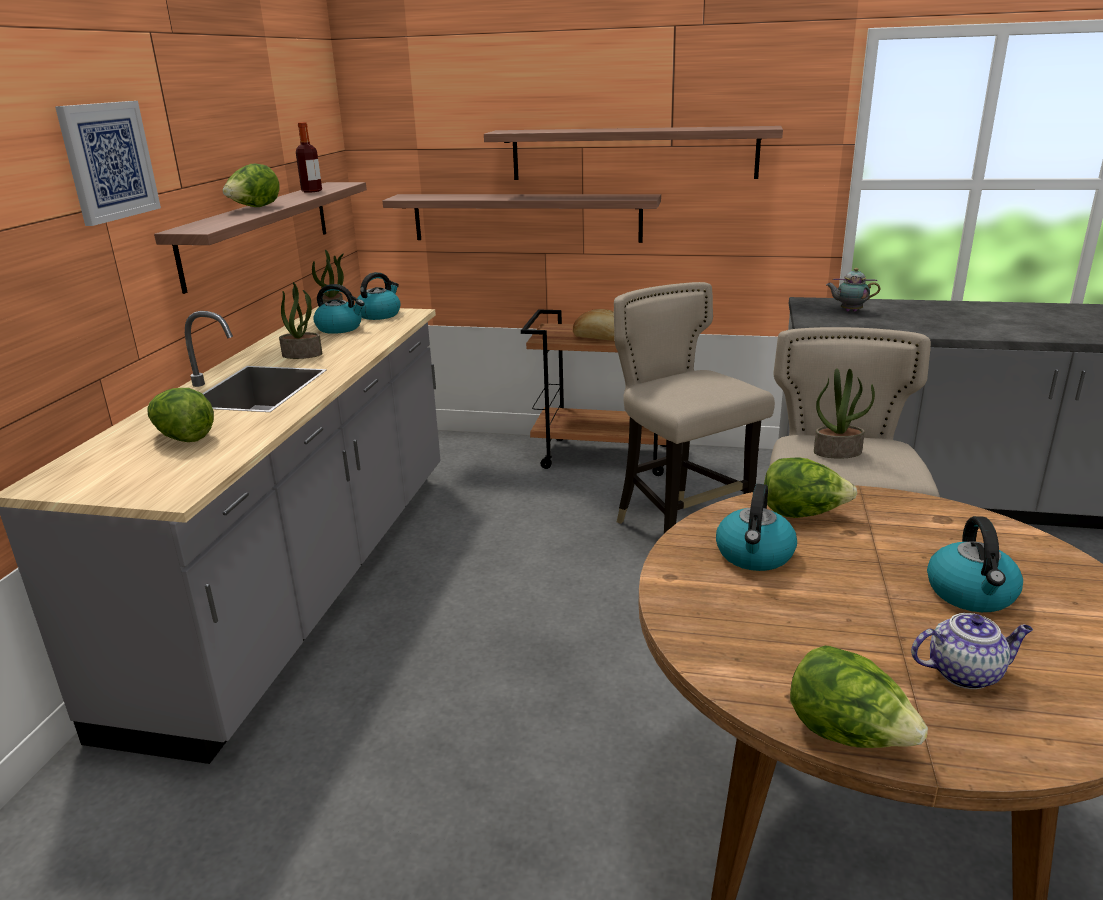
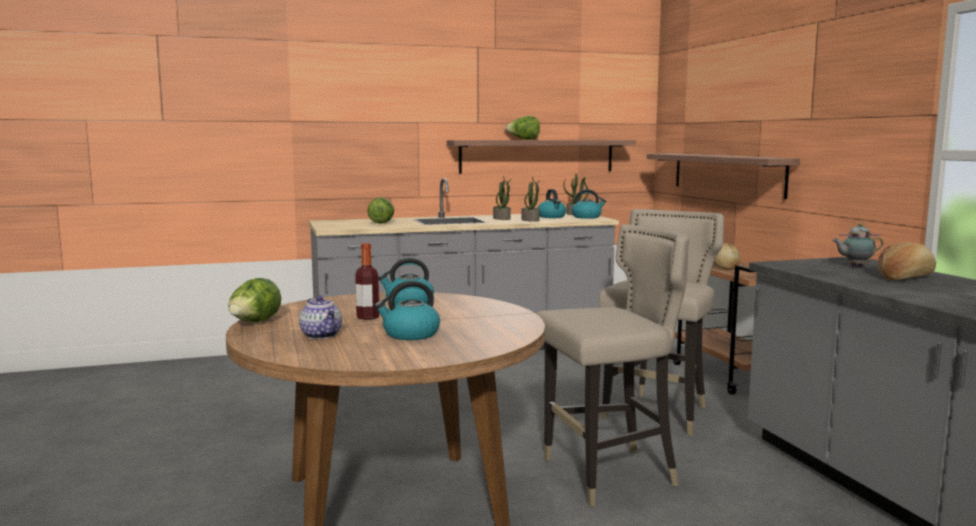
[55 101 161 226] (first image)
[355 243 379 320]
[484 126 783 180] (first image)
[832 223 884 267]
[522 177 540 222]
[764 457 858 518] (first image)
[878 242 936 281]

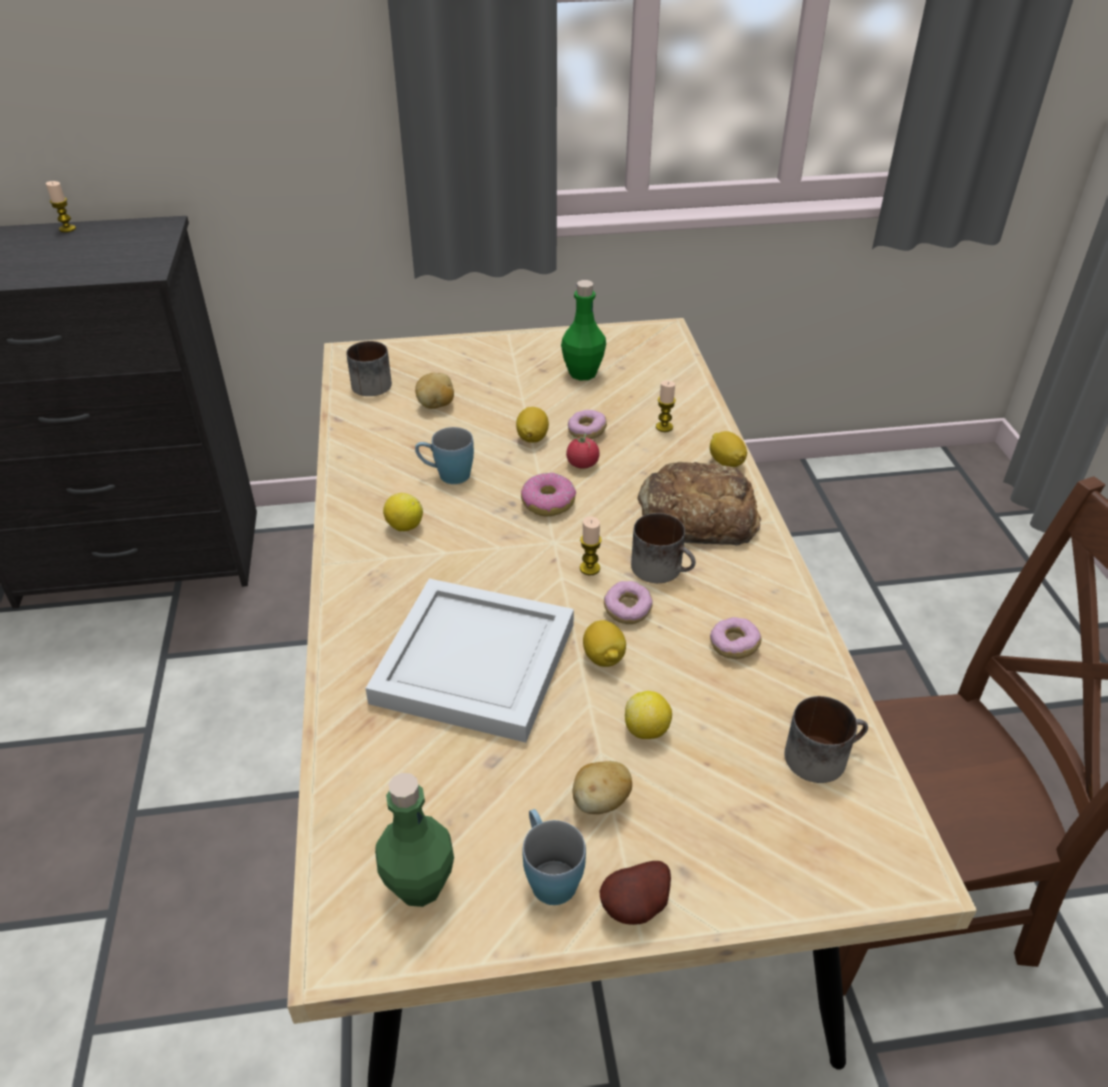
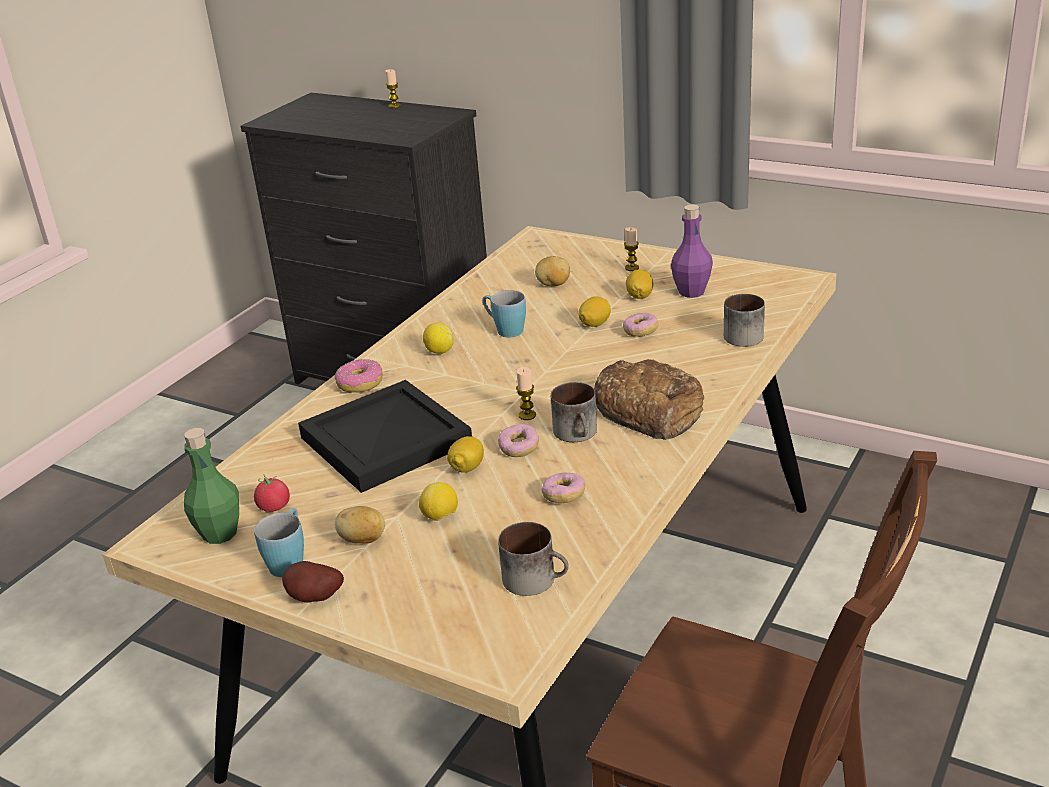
[671 205 713 298]
[724 294 765 347]
[624 227 639 271]
[626 270 653 299]
[254 474 290 512]
[335 359 383 393]
[298 380 472 493]

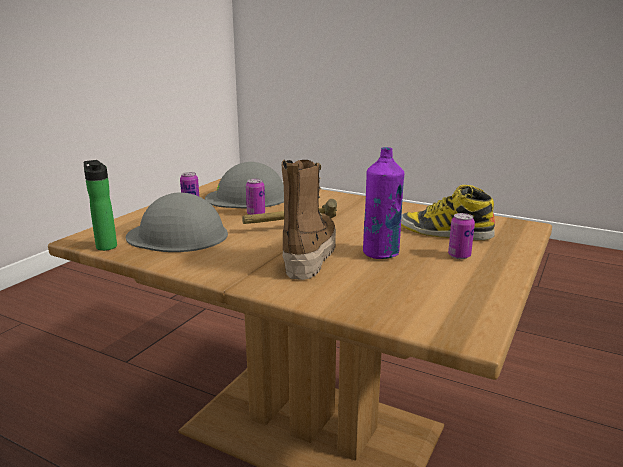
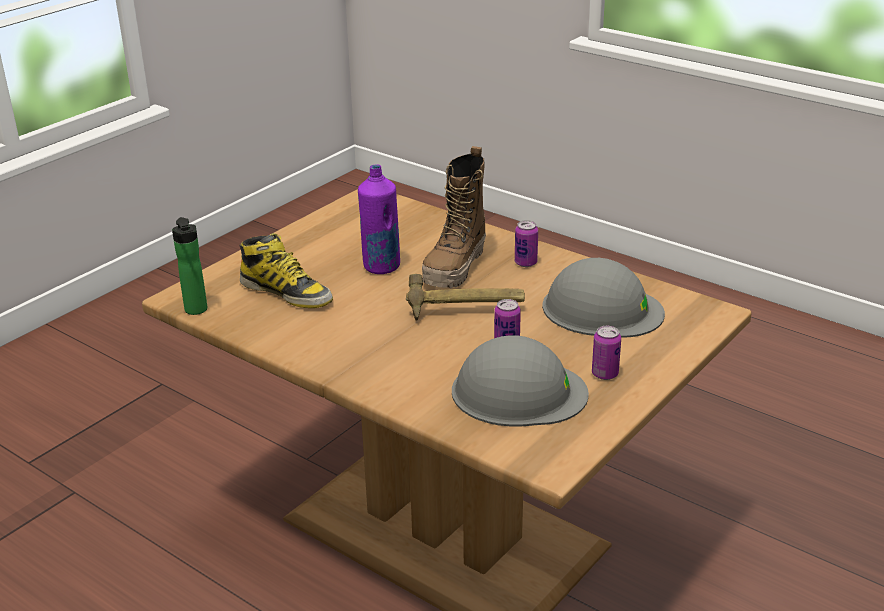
[172 217 207 315]
[515 220 538 267]

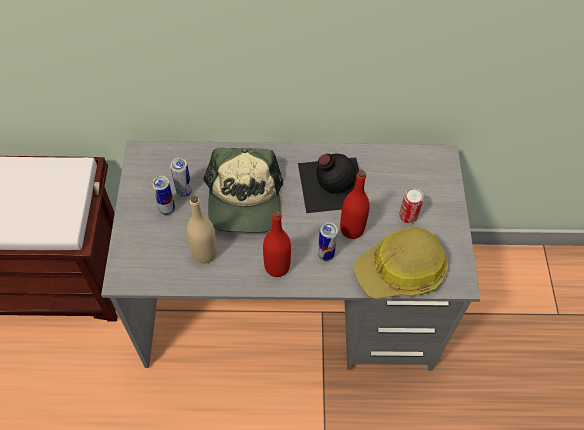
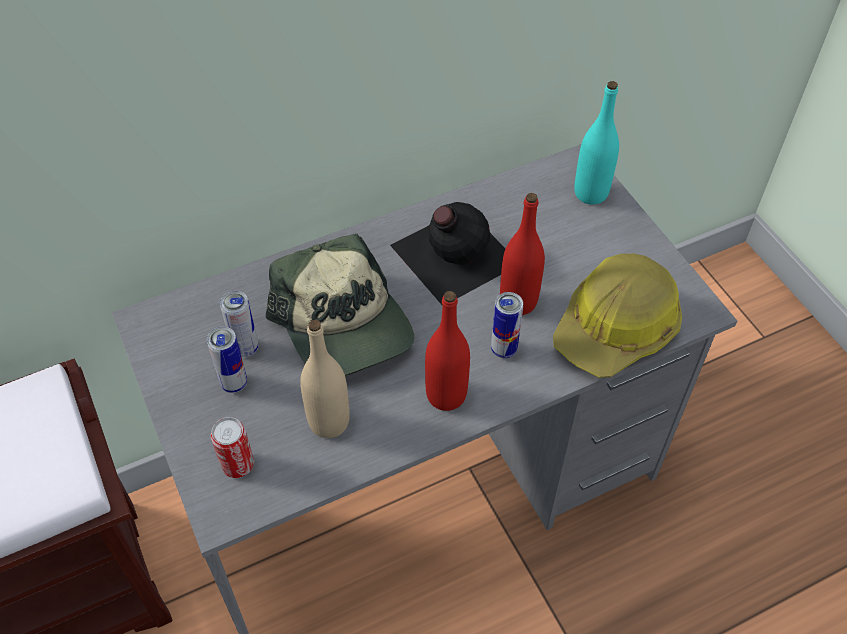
[211 417 254 478]
[574 81 619 204]

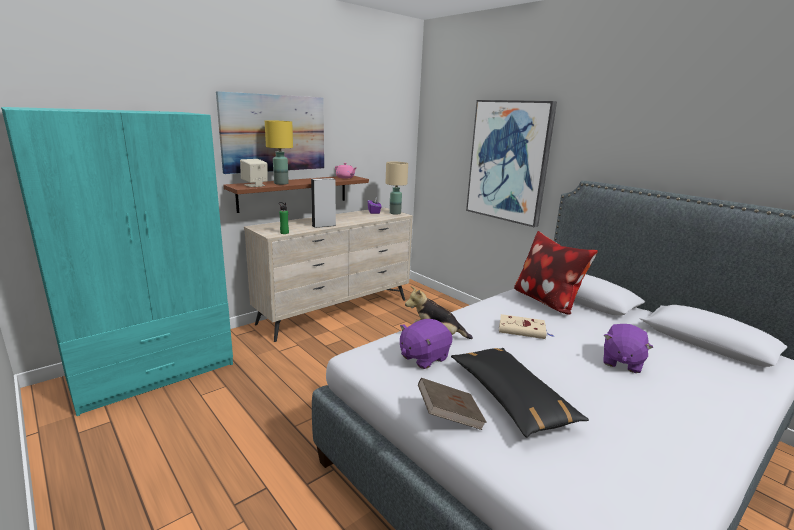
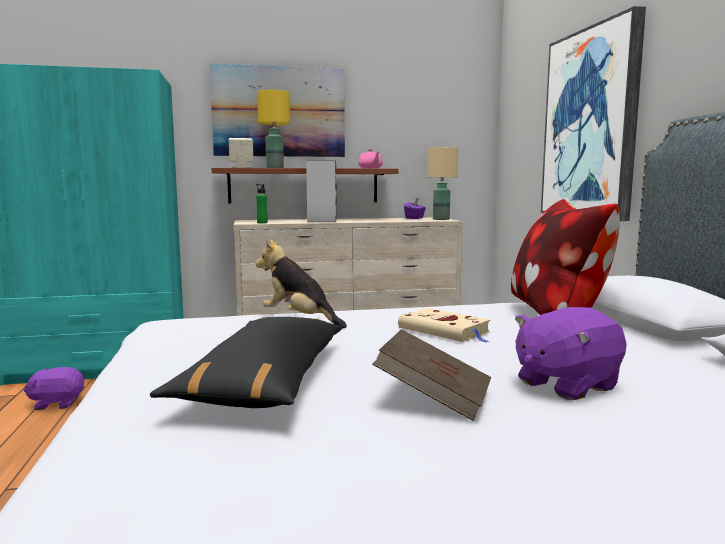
[24 367 84 410]
[372 329 491 421]

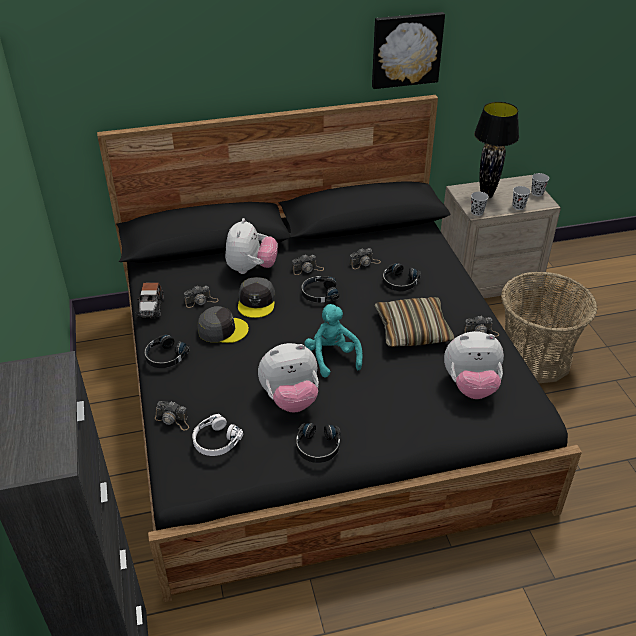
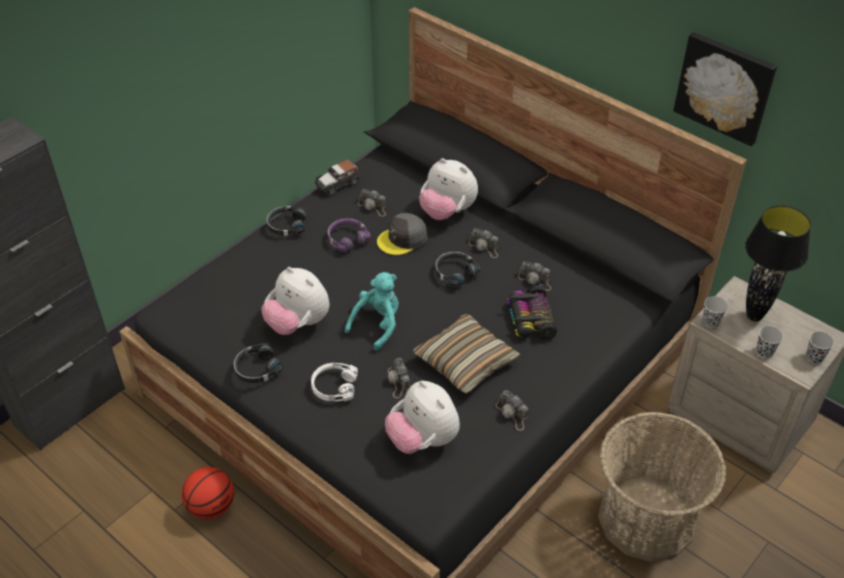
[419 158 478 220]
[507 284 557 340]
[328 218 371 252]
[388 358 410 398]
[311 363 358 401]
[182 467 234 519]

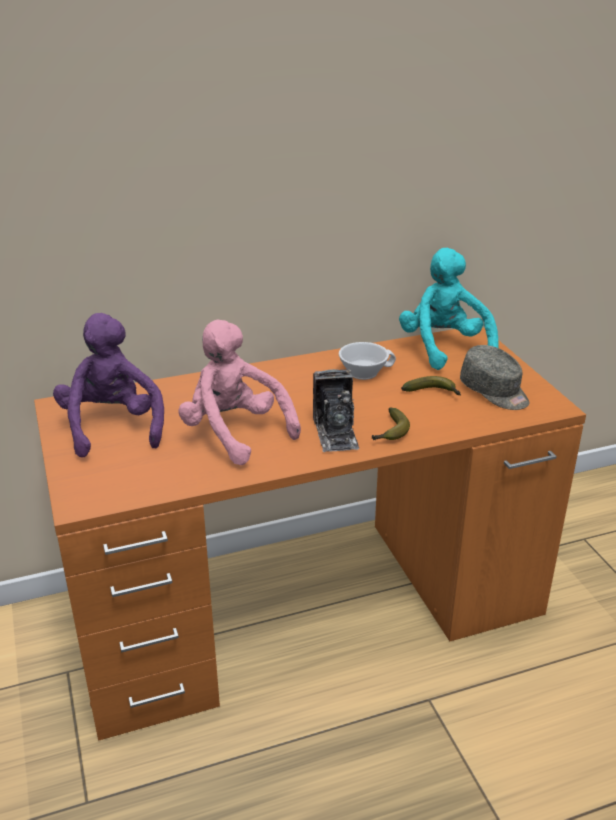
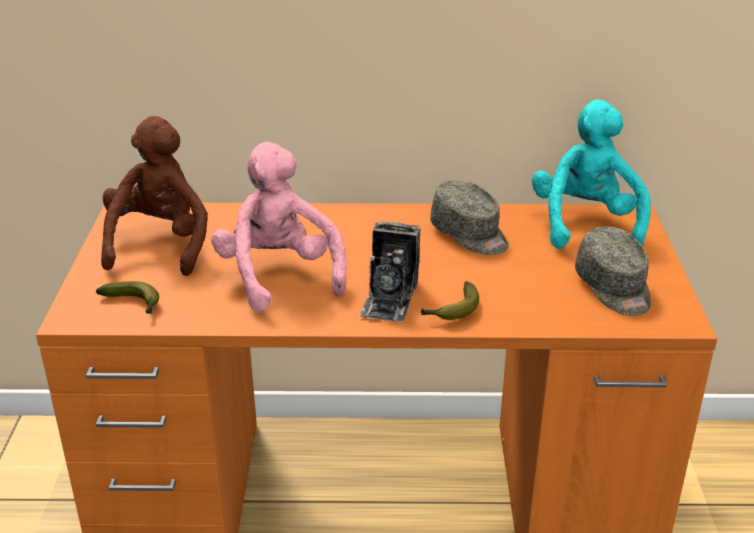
[101 116 208 276]
[430 180 509 255]
[96 281 159 314]

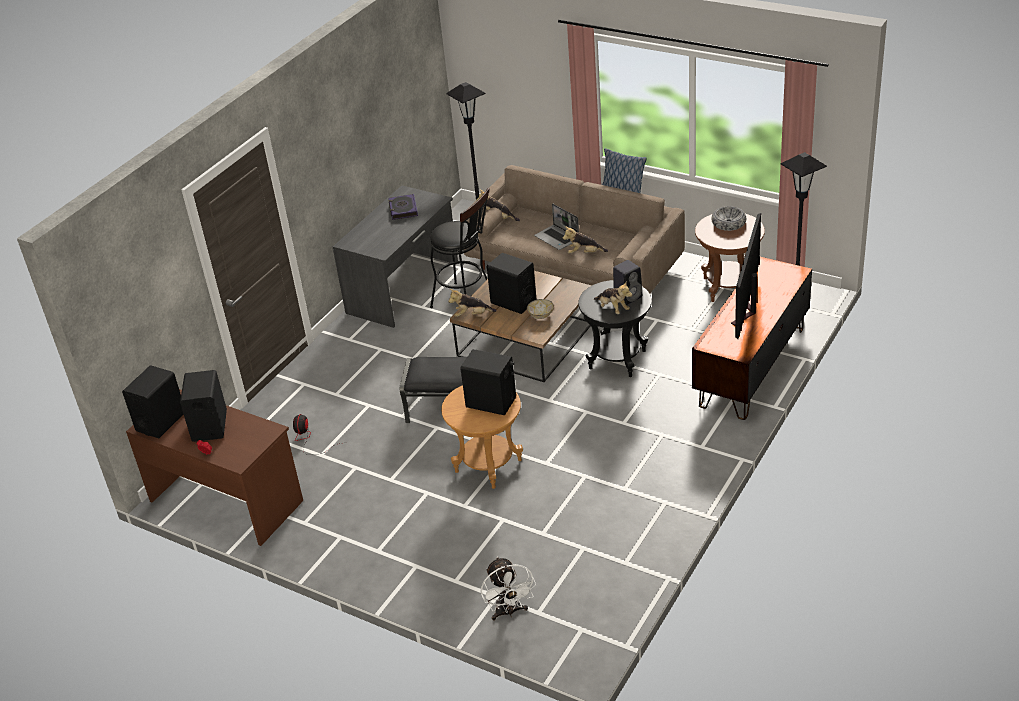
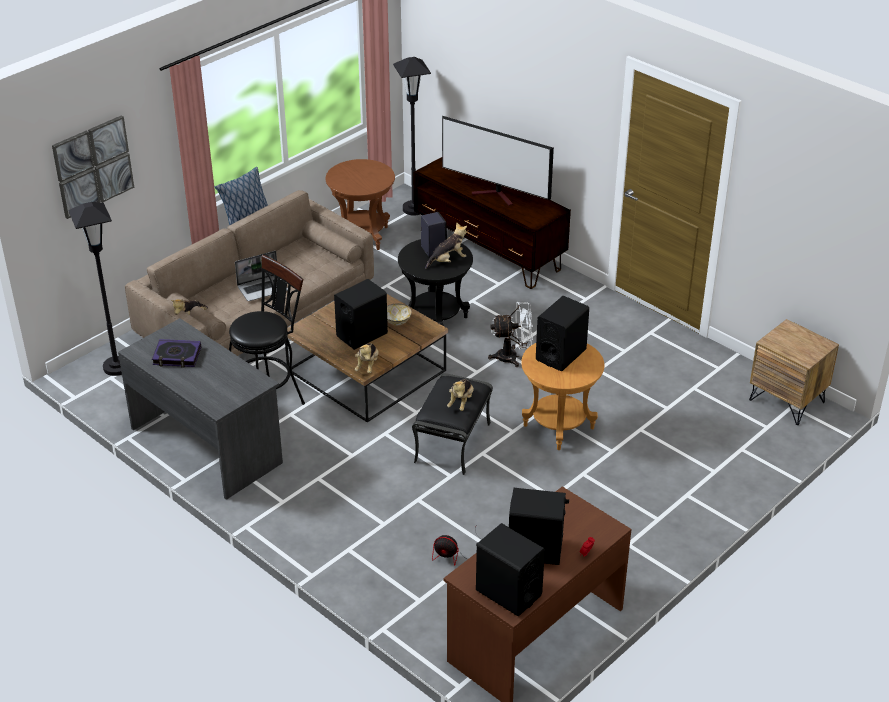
[711 206 746 231] (first image)
[447 379 474 411]
[488 302 533 367]
[52 115 134 219]
[749 319 839 425]

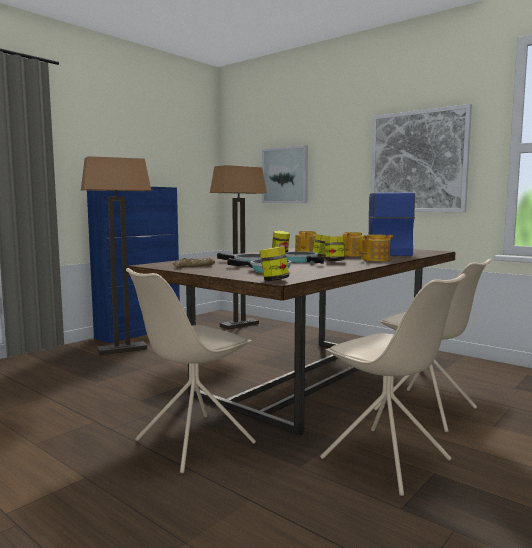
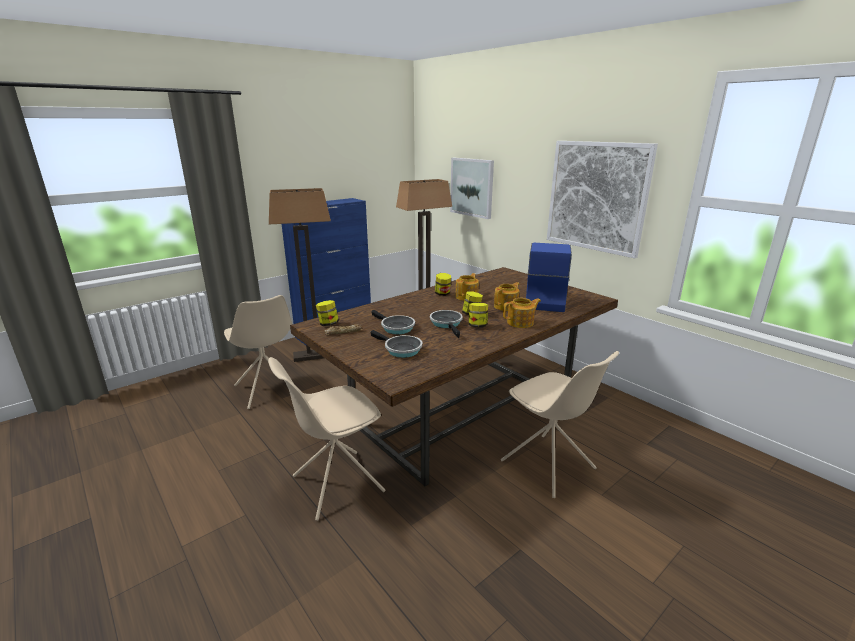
[316 300 339 326]
[224 295 292 409]

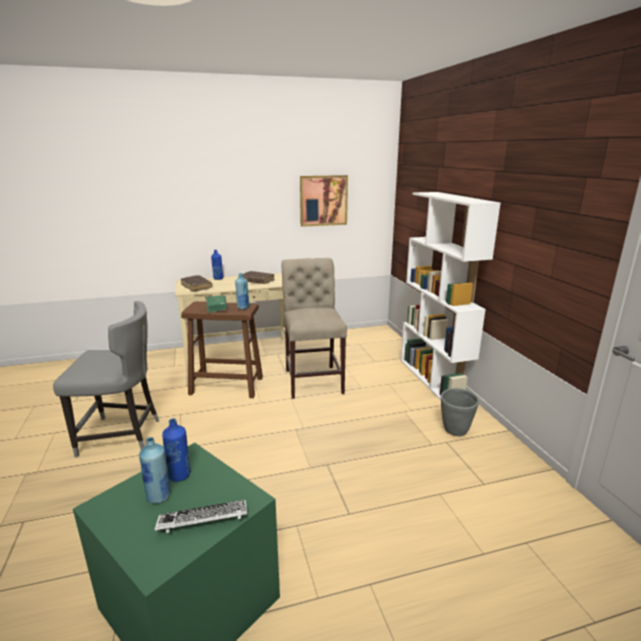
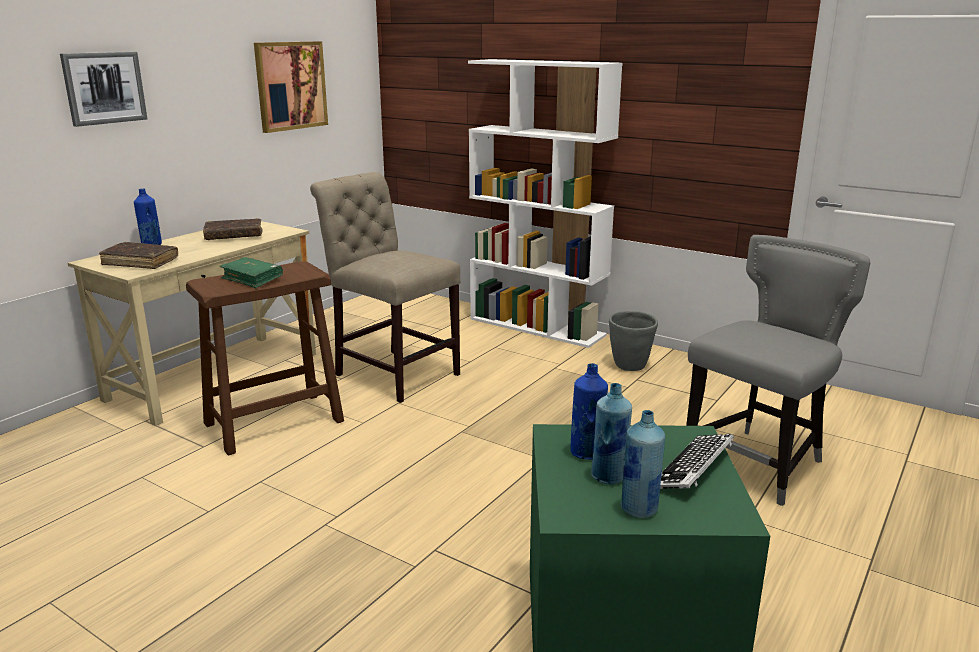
[621 410 665 518]
[686 235 870 506]
[60 52 147 127]

